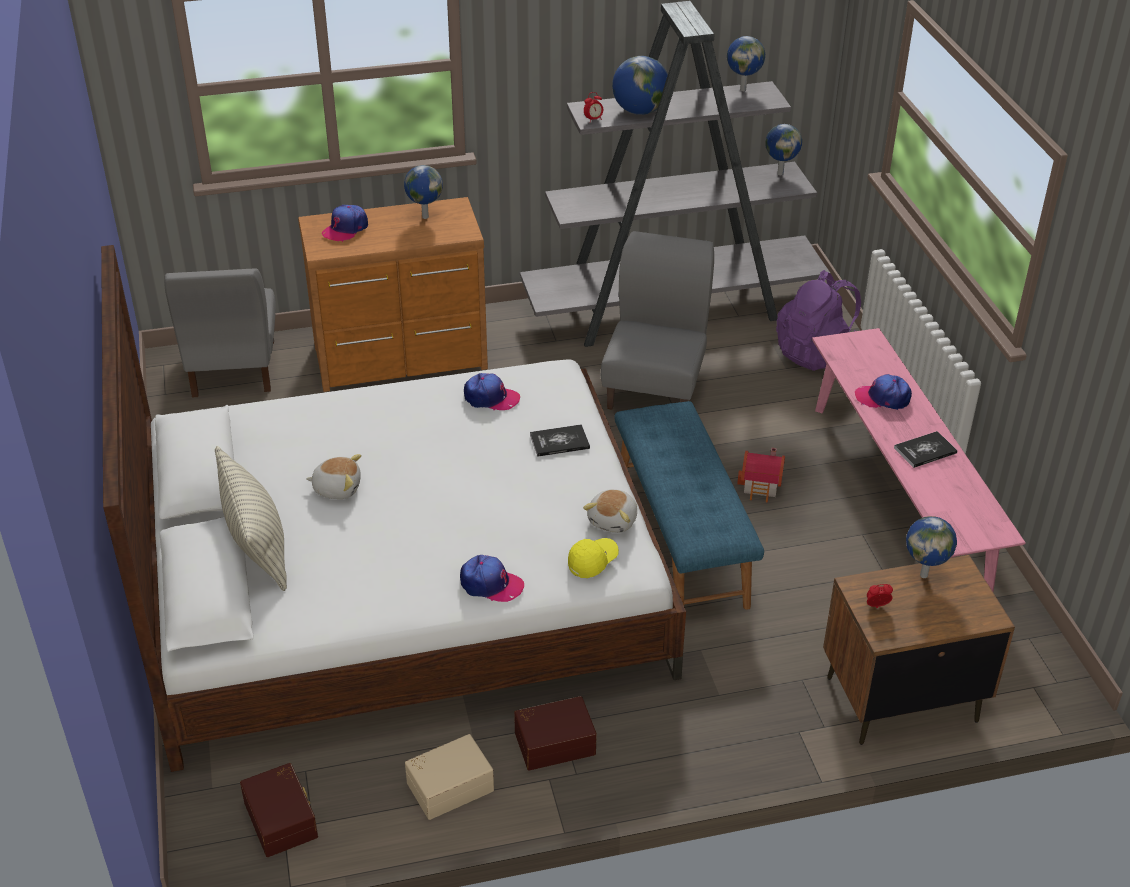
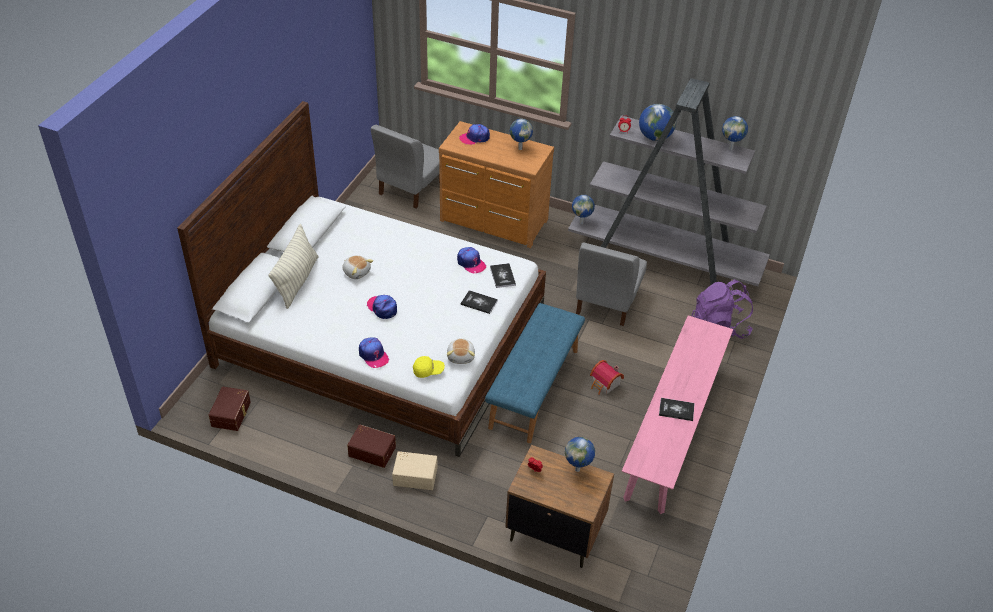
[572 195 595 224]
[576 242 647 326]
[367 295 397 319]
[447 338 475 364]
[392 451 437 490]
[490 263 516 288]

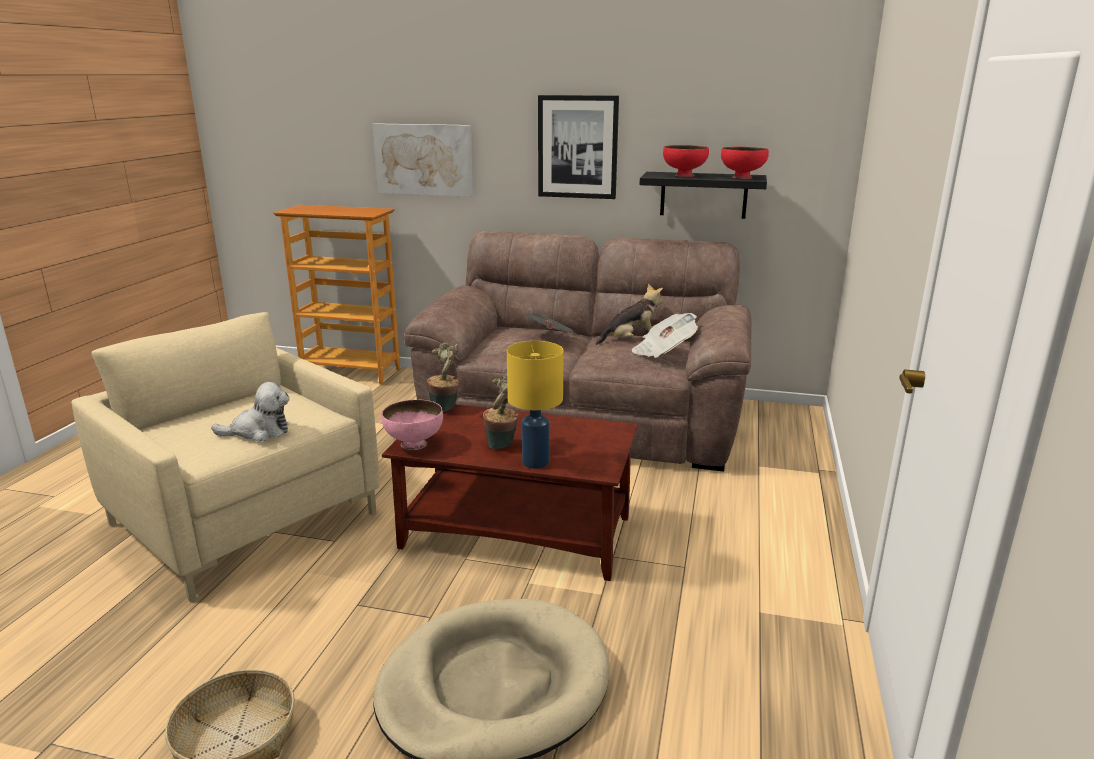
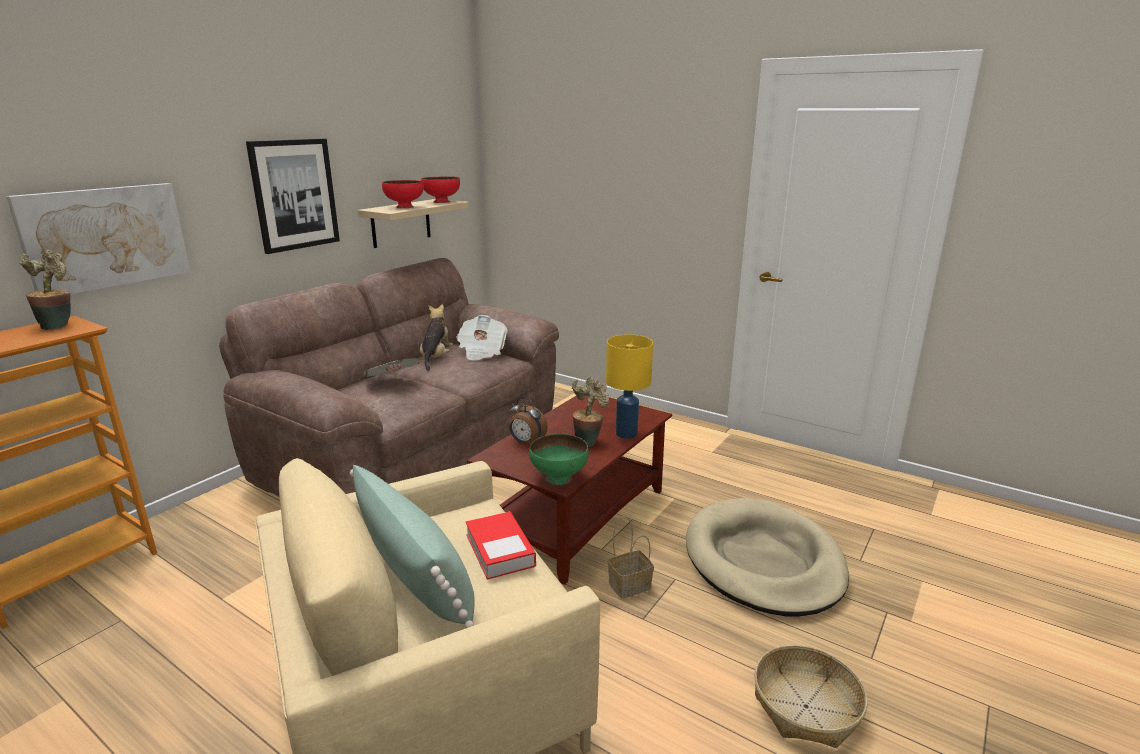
[358 199 469 248]
[19 249 71 330]
[466 512 536 580]
[529 434 589 485]
[509 397 548 444]
[350 465 475 628]
[608 516 654 598]

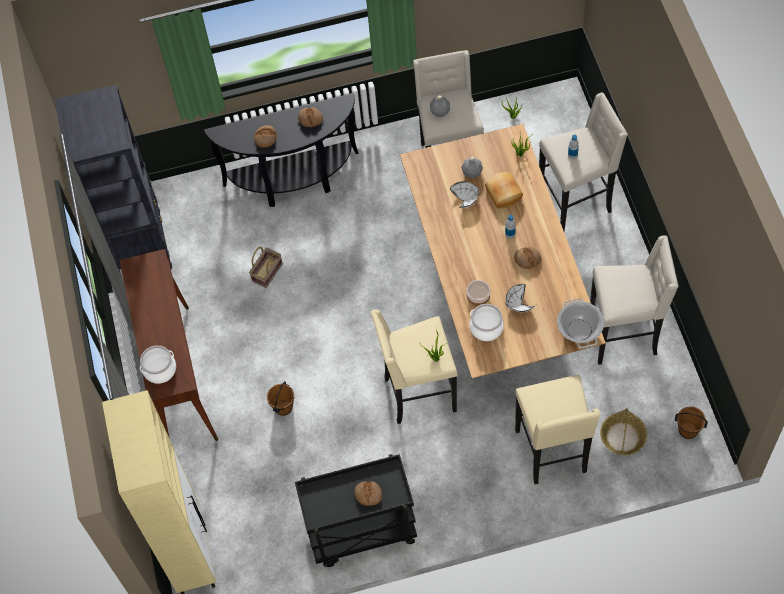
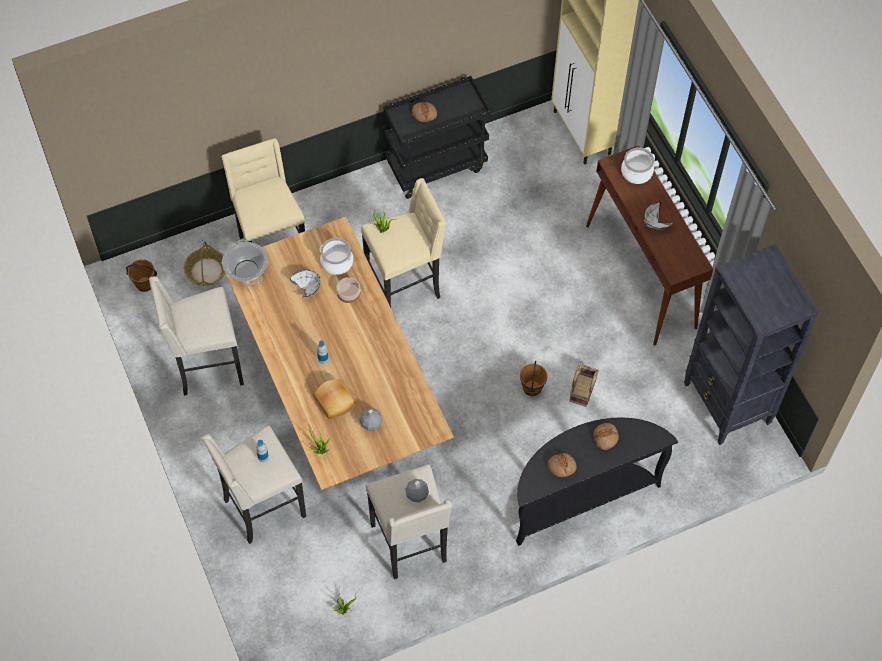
[644 202 673 229]
[514 247 541 269] (first image)
[520 361 548 396]

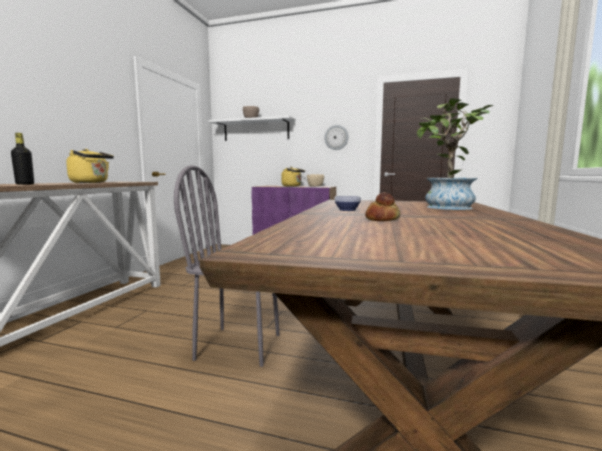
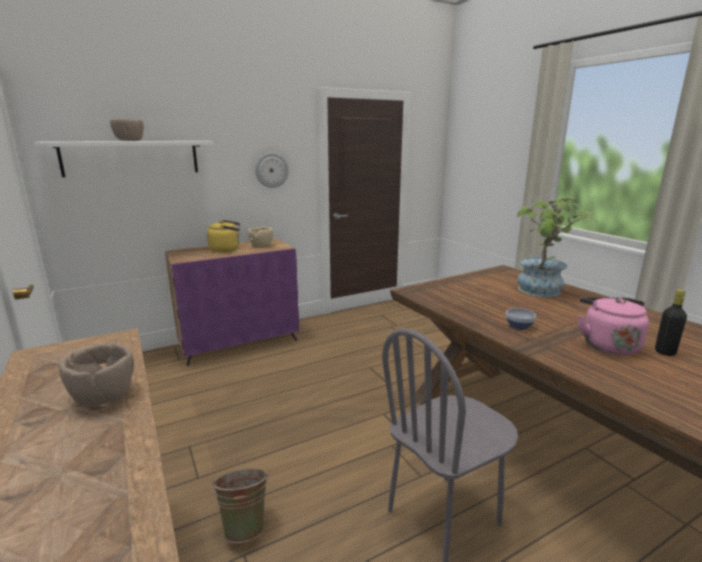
[655 290 687 356]
[59 343 134 406]
[578 297 649 355]
[211 469 270 543]

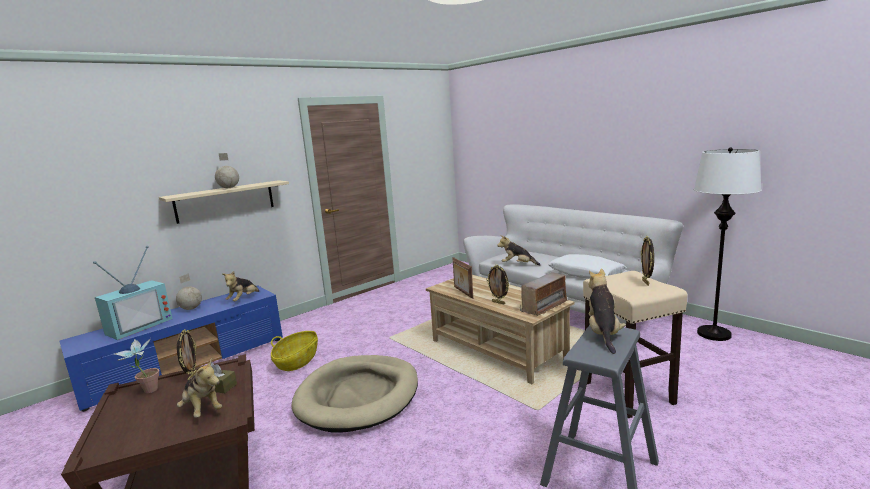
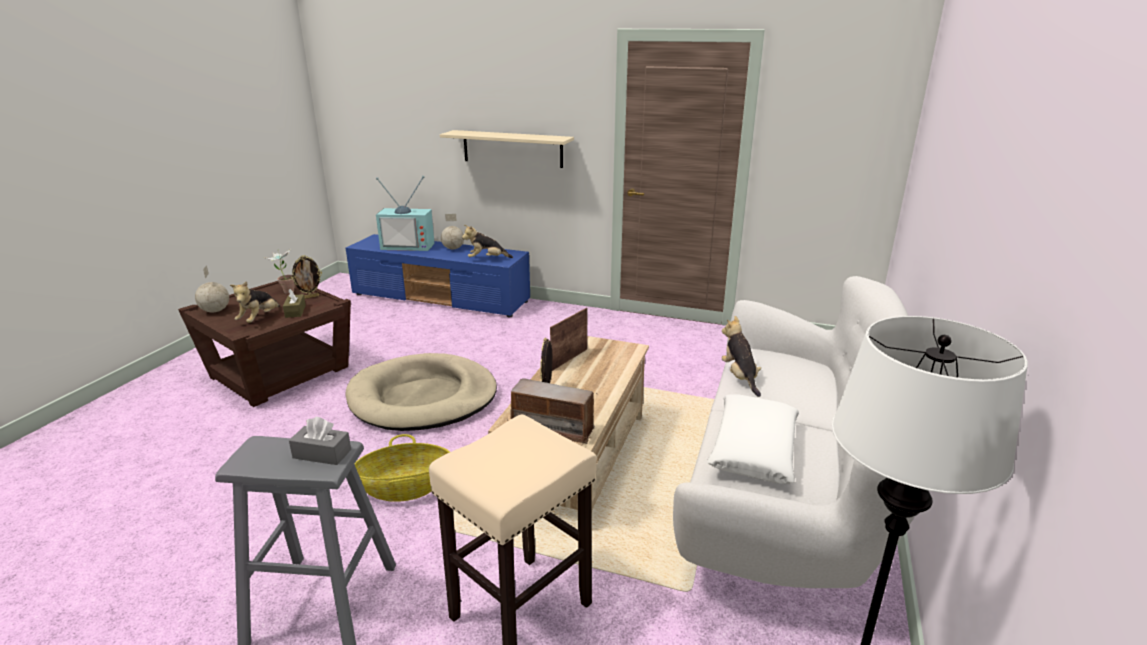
[195 265 229 312]
[641 236 654 286] (first image)
[289 417 351 465]
[355 434 450 502]

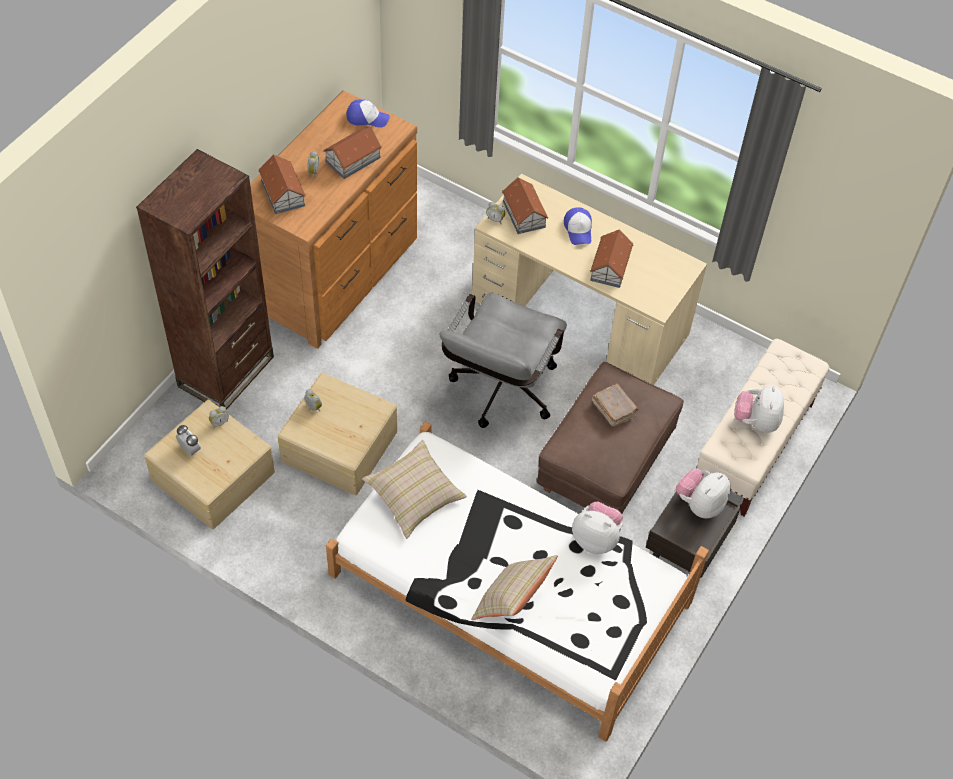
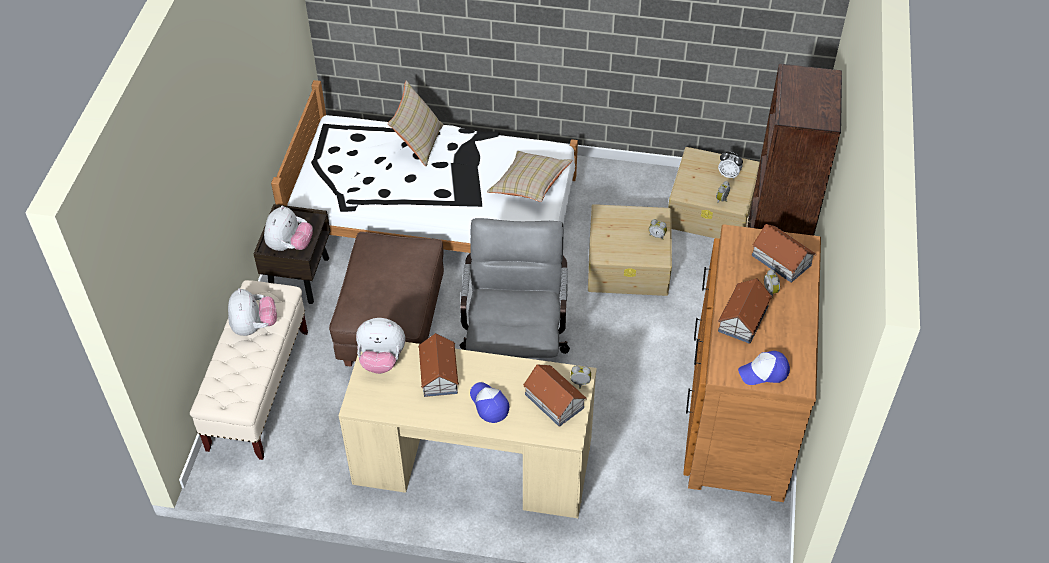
[592 384 639 427] (first image)
[356 318 405 374]

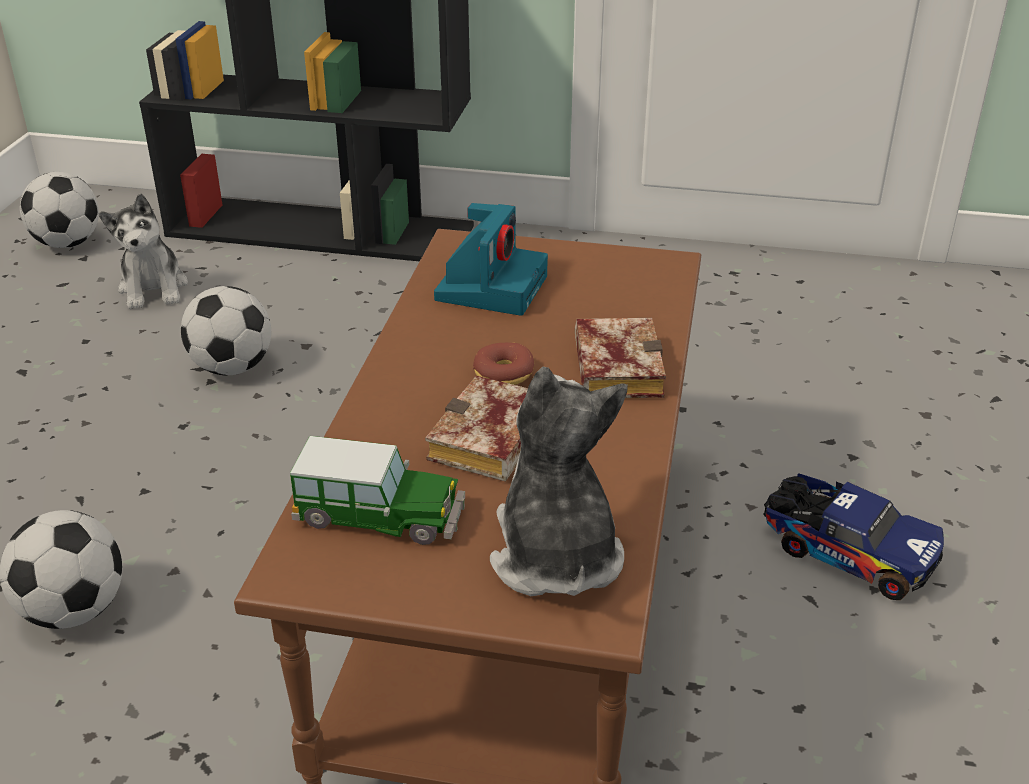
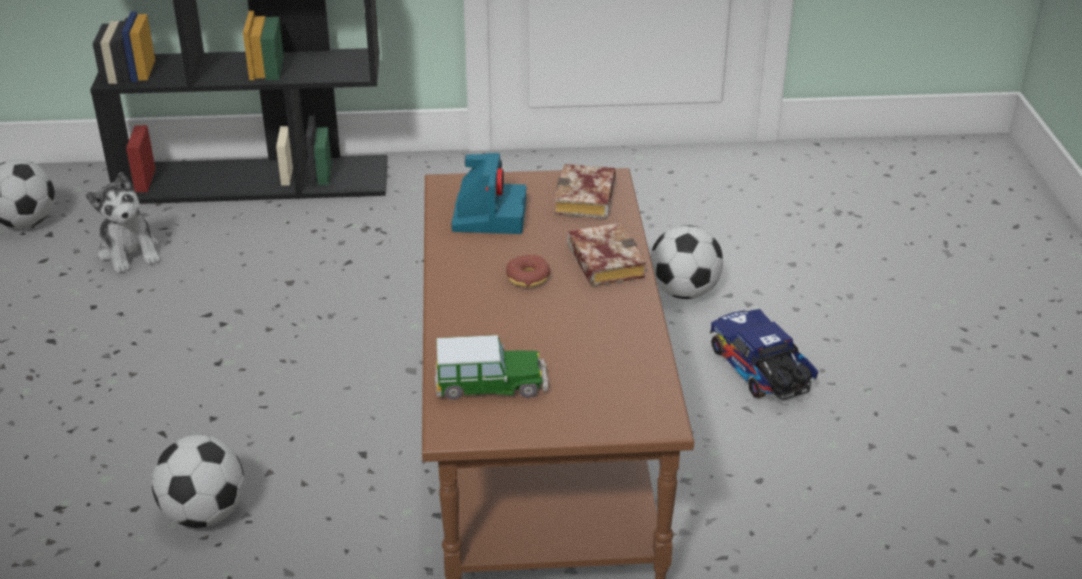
[650 225 723 299]
[490 366 628 596] (first image)
[555 164 616 219]
[710 309 819 400]

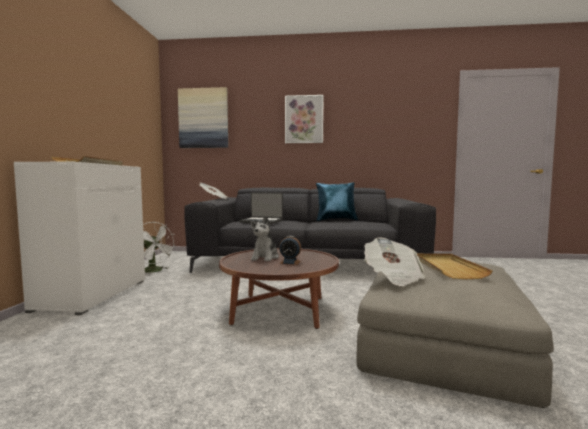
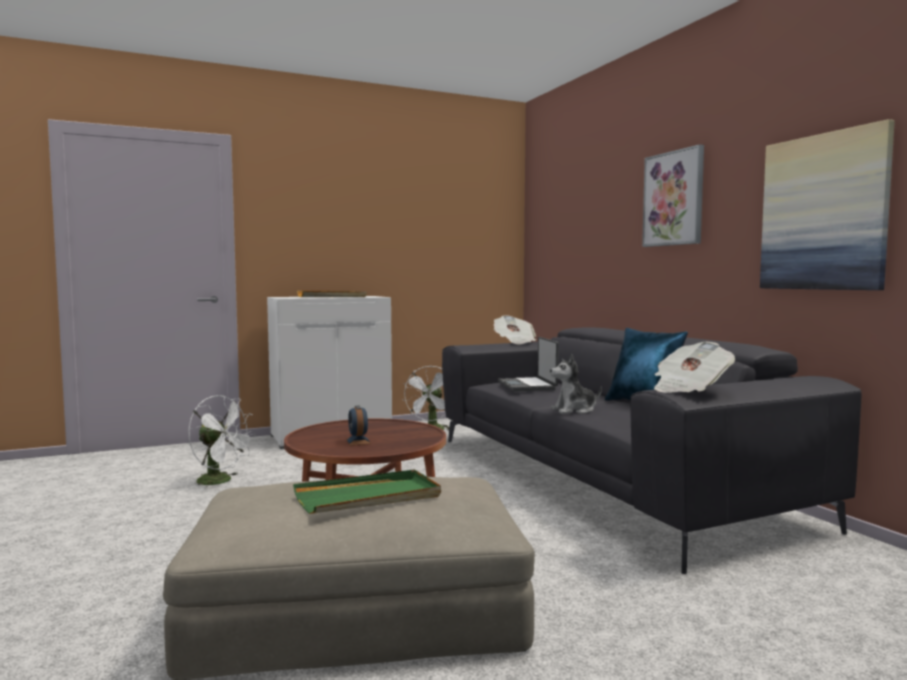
[760 119 894 290]
[550 354 602 414]
[654 342 735 393]
[293 470 441 514]
[188 395 256 490]

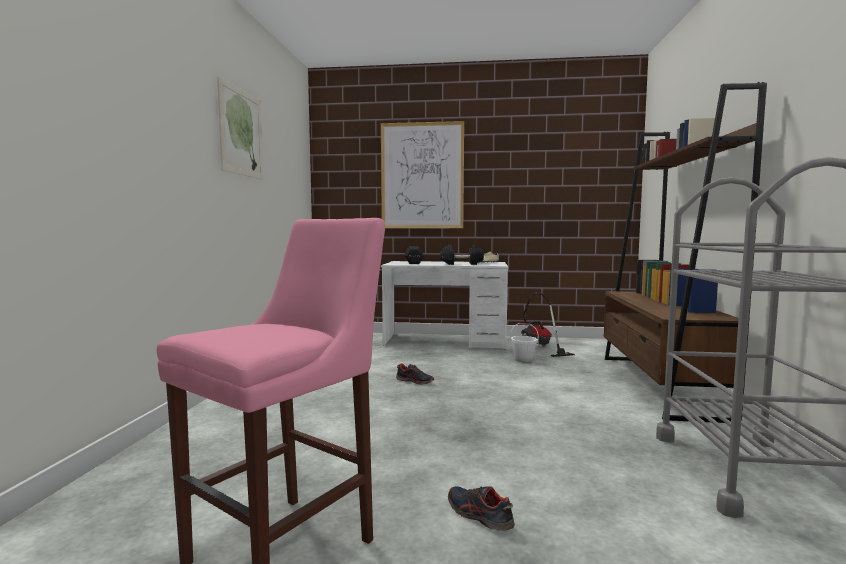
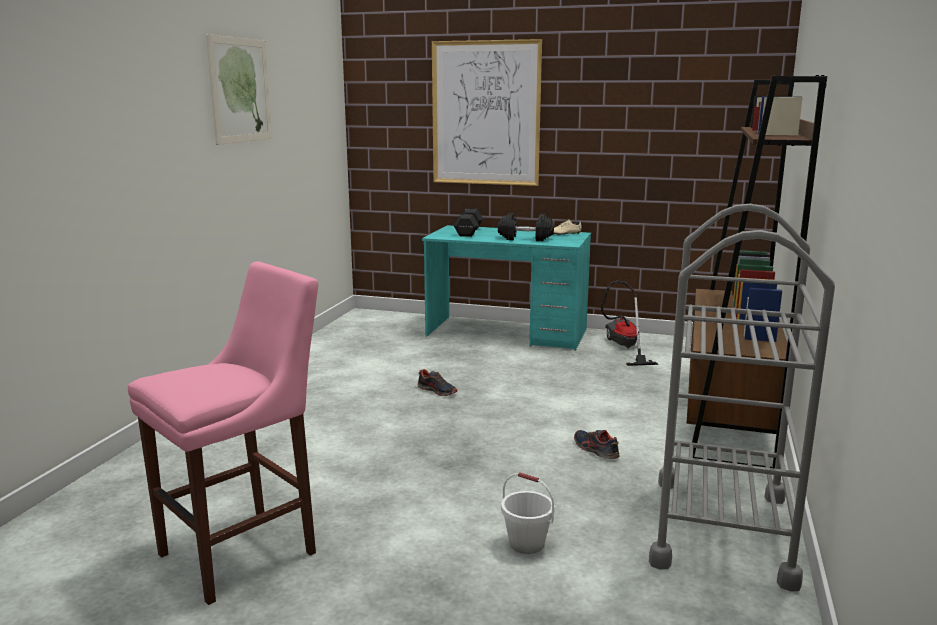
[422 225 591 351]
[501 472 555 554]
[574 430 620 459]

